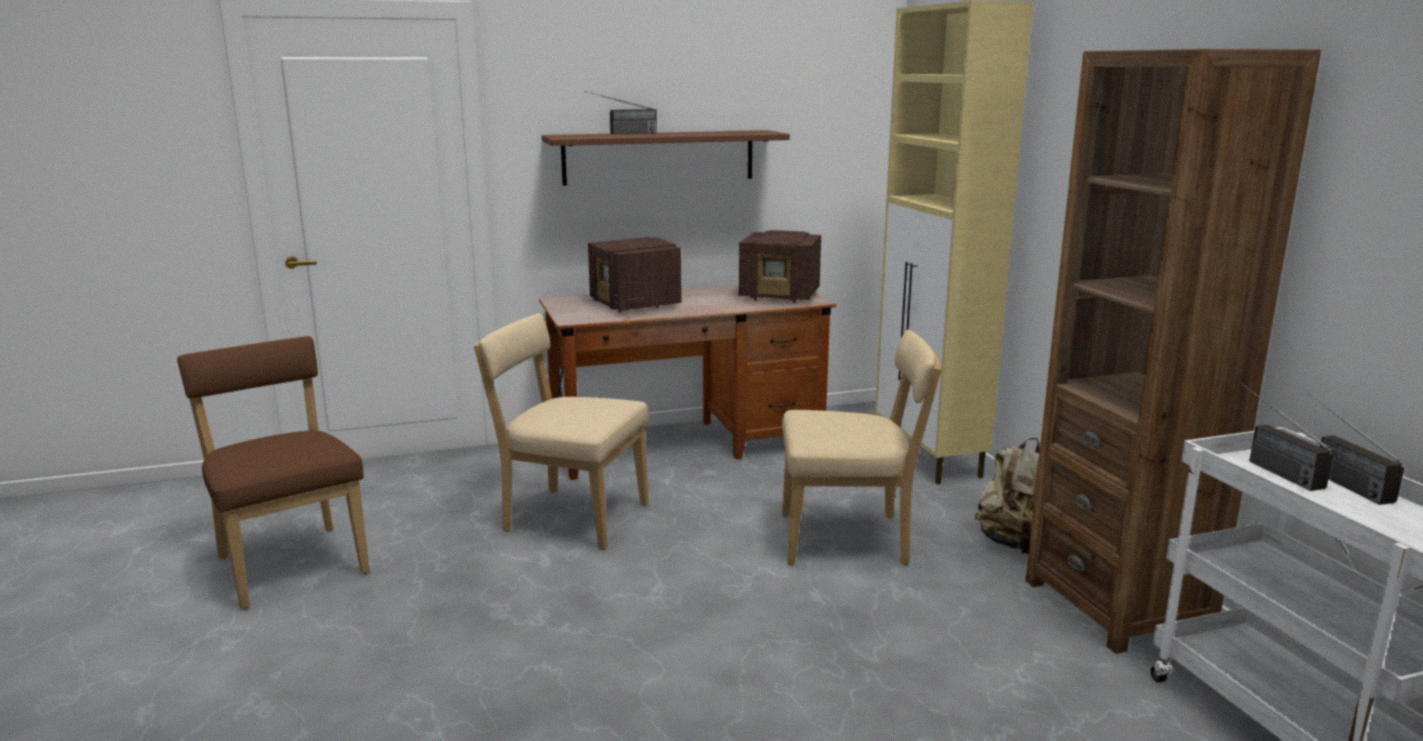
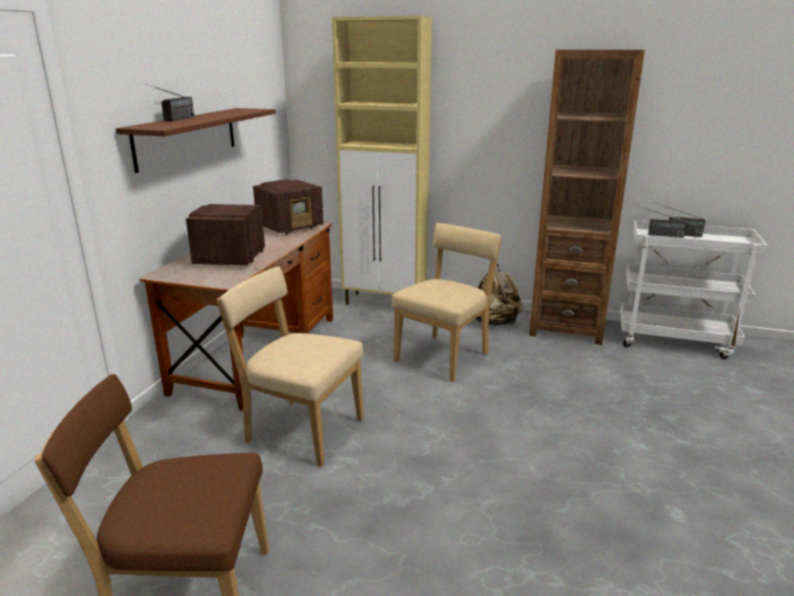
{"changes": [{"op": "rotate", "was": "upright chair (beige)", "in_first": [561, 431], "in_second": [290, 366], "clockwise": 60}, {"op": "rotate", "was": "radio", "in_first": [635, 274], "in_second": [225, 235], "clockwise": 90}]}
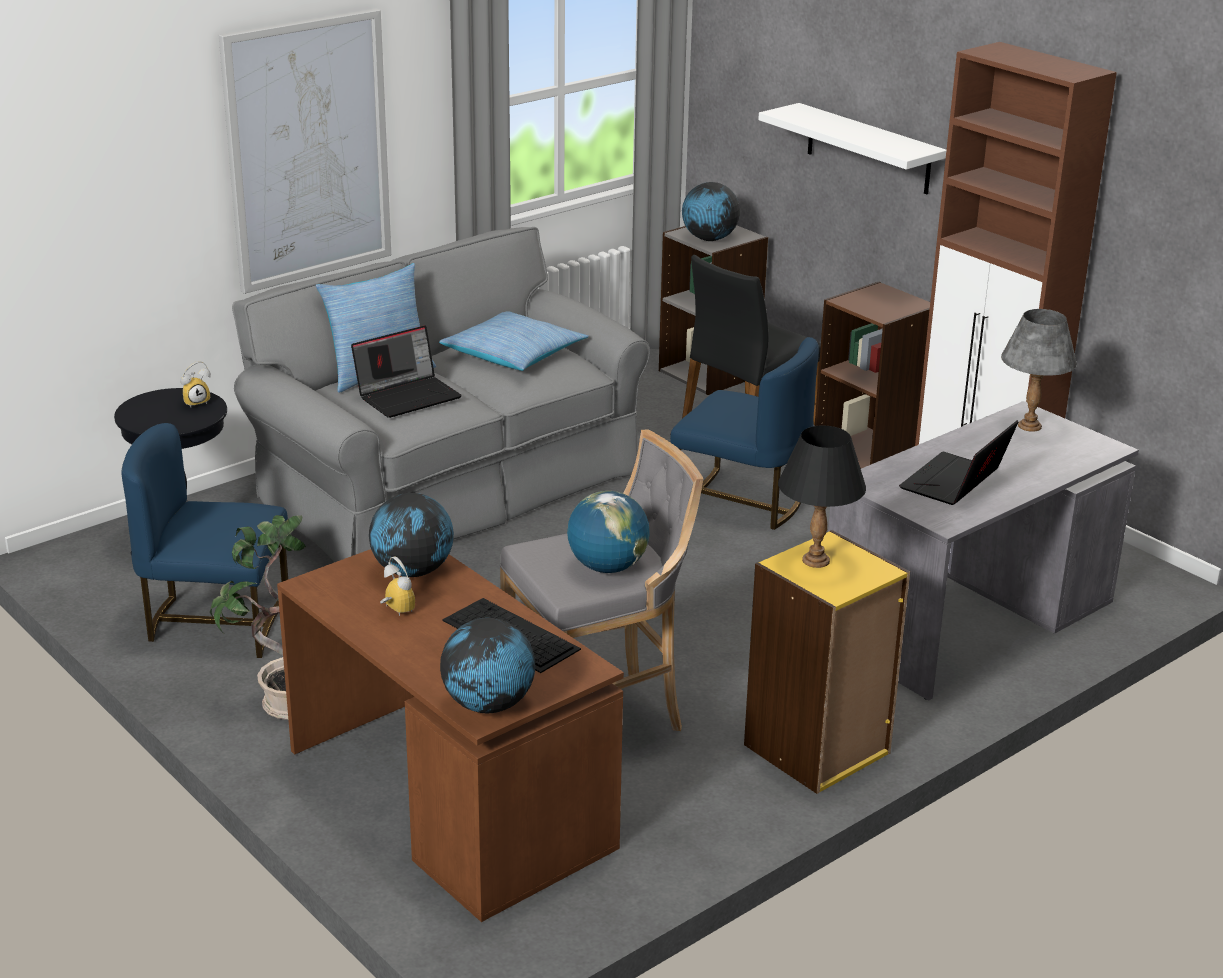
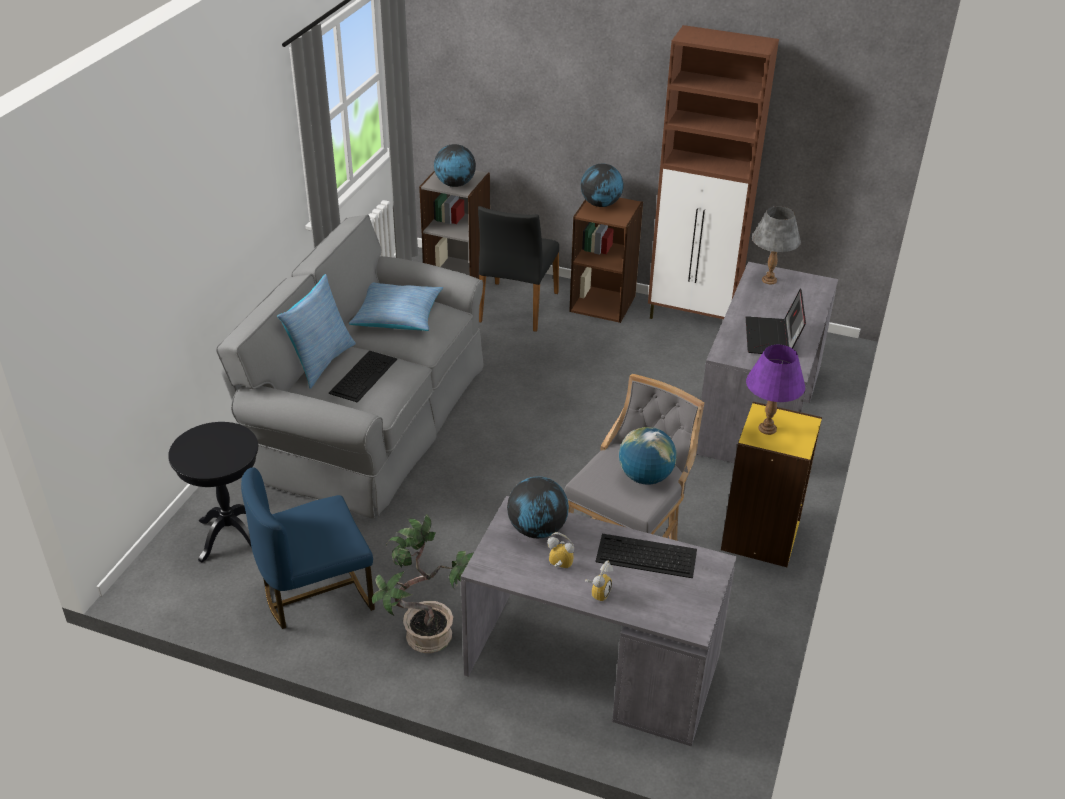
{"changes": [{"op": "delete", "was": "wall picture", "in_first": [305, 151]}, {"op": "delete", "was": "upright chair (blue-coloured)", "in_first": [744, 433]}, {"op": "delete", "was": "shelf (whitish)", "in_first": [852, 148]}, {"op": "move", "was": "table clock", "in_first": [195, 384], "in_second": [599, 581]}, {"op": "move", "was": "desk globe", "in_first": [487, 665], "in_second": [602, 185]}, {"op": "replace", "was": "notebook computer", "now": "keyboard", "in_first": [406, 371], "in_second": [362, 376]}, {"op": "recolor", "was": "desk table (brownish)", "now": "desk table (greyish)", "in_first": [450, 735], "in_second": [599, 621]}, {"op": "recolor", "was": "lamp for a table (blackish)", "now": "lamp for a table (purplish)", "in_first": [822, 497], "in_second": [775, 390]}]}
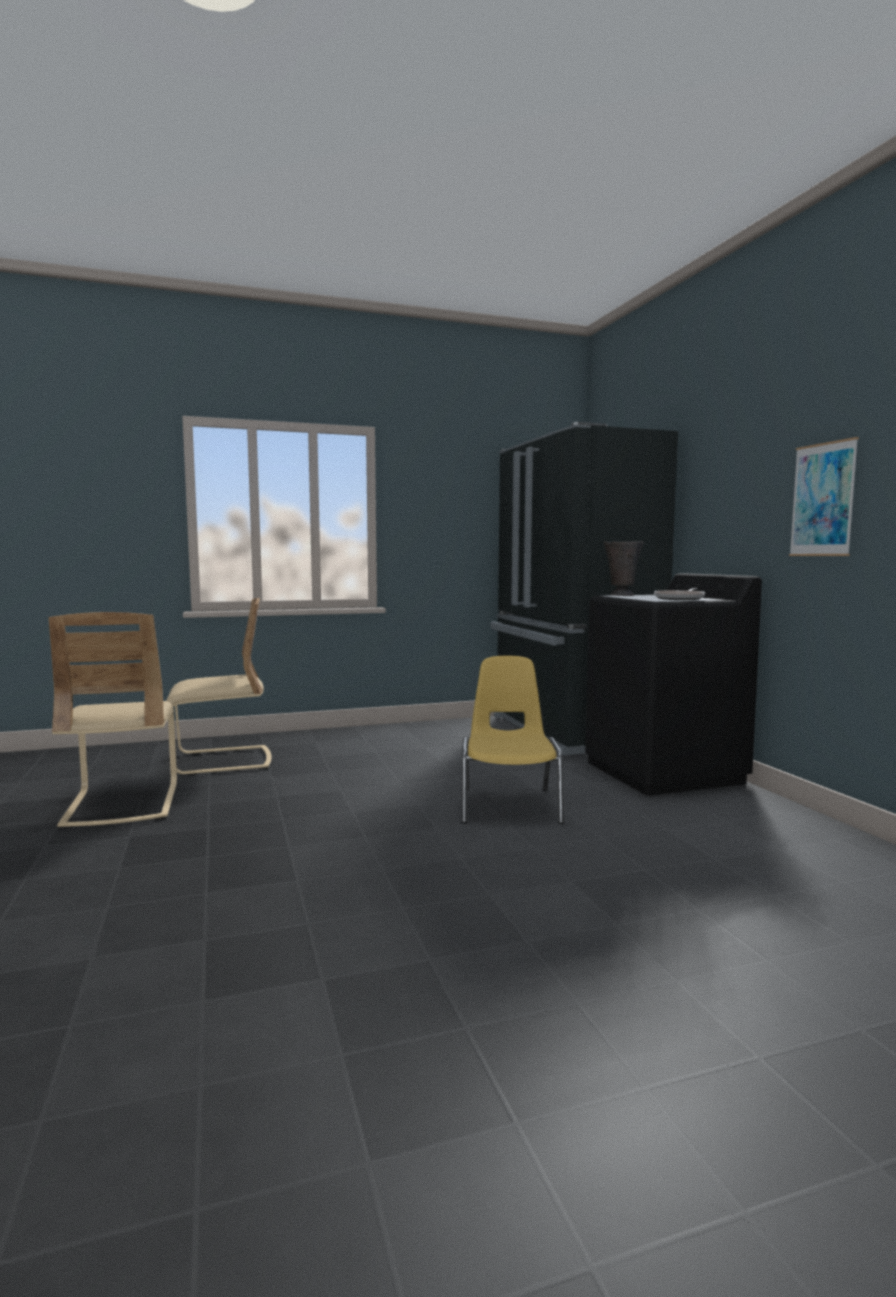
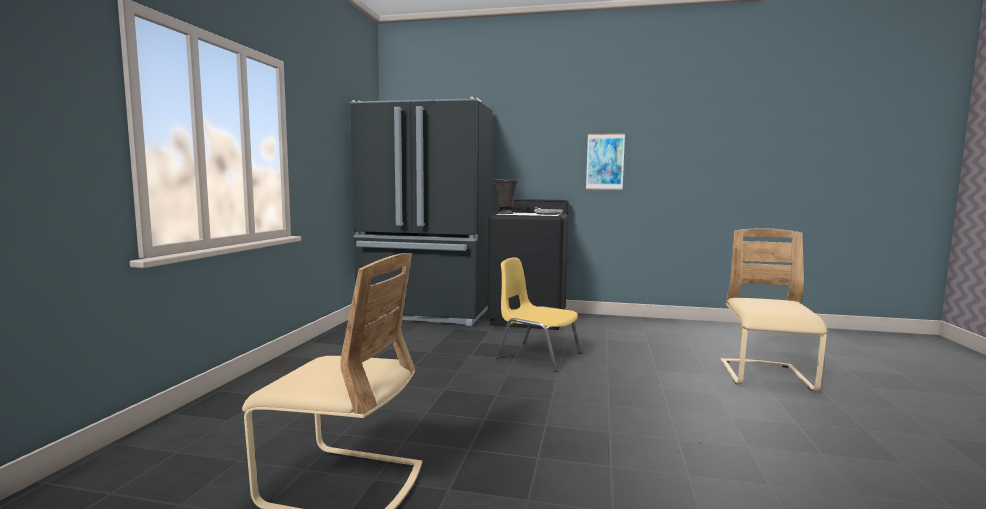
{"changes": [{"op": "move", "was": "upright chair (beige)", "in_first": [219, 687], "in_second": [774, 309]}]}
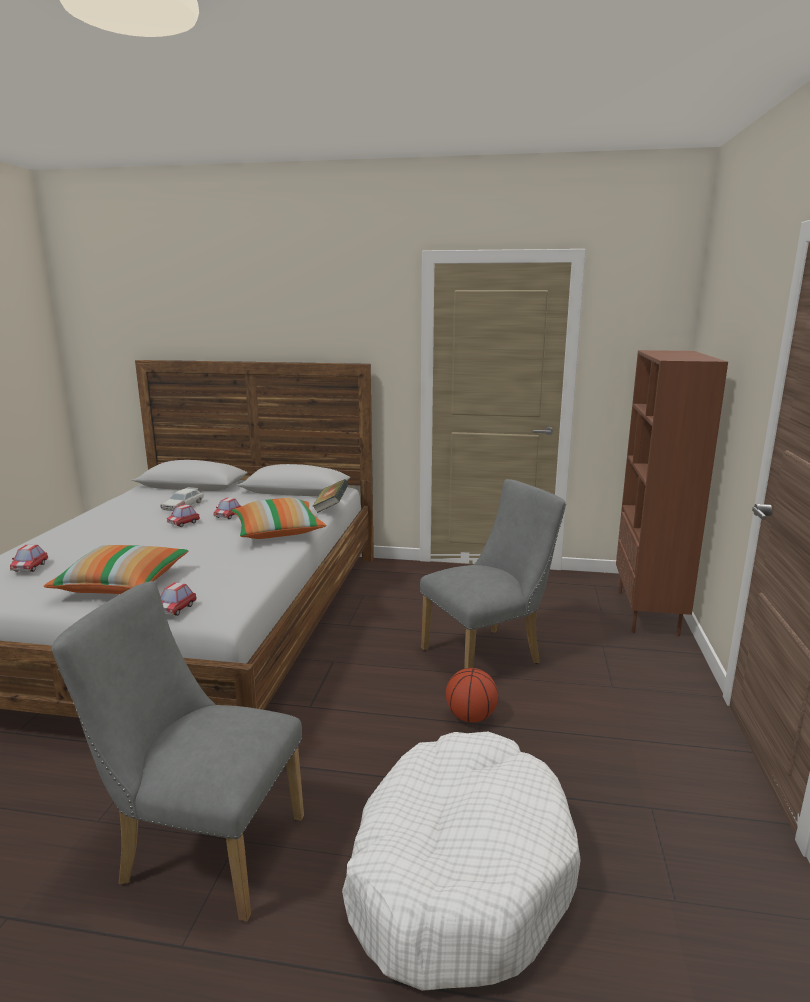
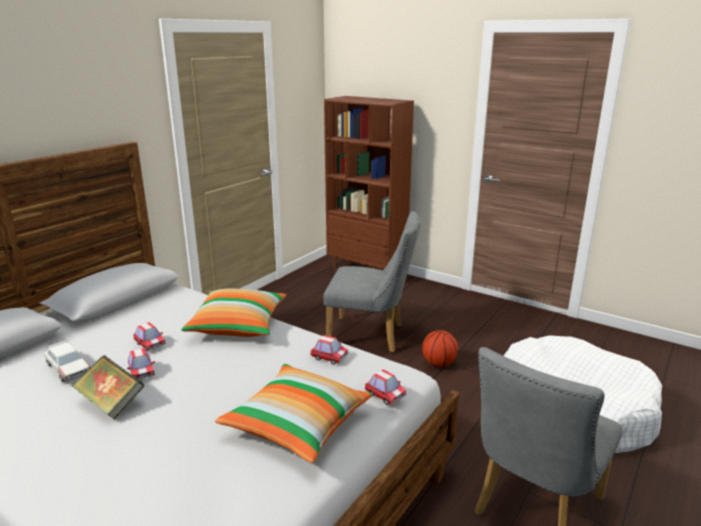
{"changes": [{"op": "move", "was": "model car", "in_first": [29, 558], "in_second": [329, 350]}, {"op": "move", "was": "book", "in_first": [330, 496], "in_second": [108, 387]}, {"op": "rotate", "was": "upright chair (greyish)", "in_first": [493, 574], "in_second": [372, 282], "clockwise": 105}]}
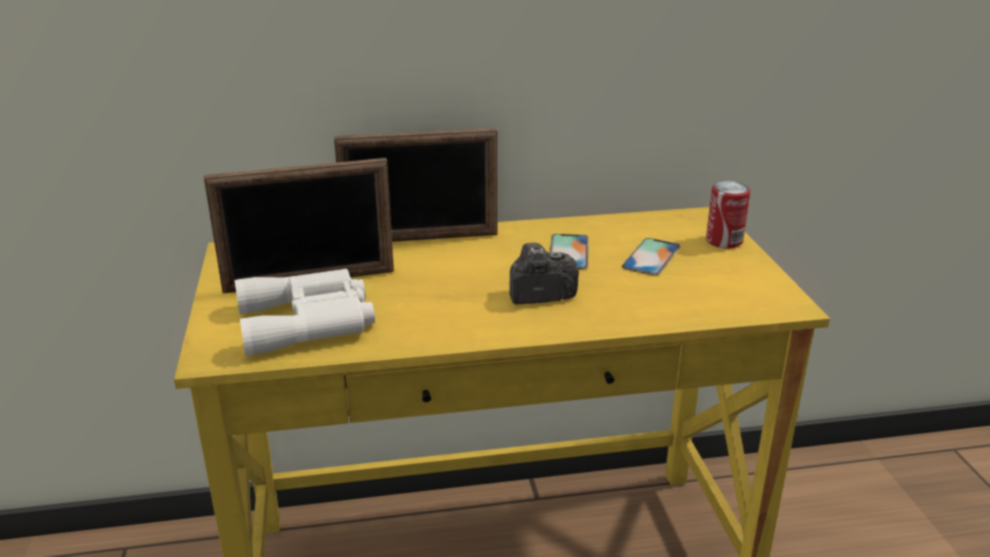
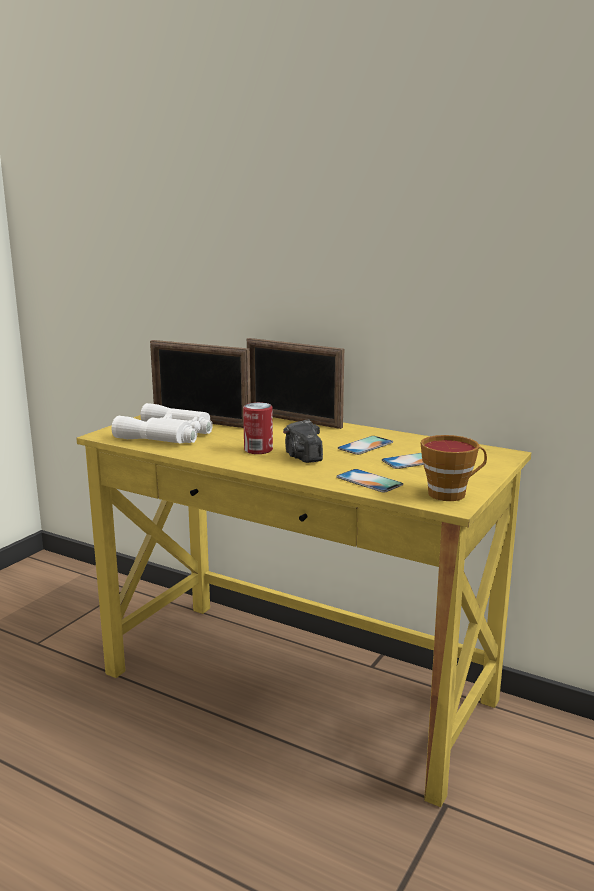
{"changes": [{"op": "insert", "now": "phone", "in_second": [369, 481]}, {"op": "insert", "now": "small cup", "in_second": [454, 468]}, {"op": "move", "was": "can", "in_first": [728, 215], "in_second": [258, 428]}, {"op": "rotate", "was": "still camera", "in_first": [544, 274], "in_second": [303, 441], "clockwise": -135}]}
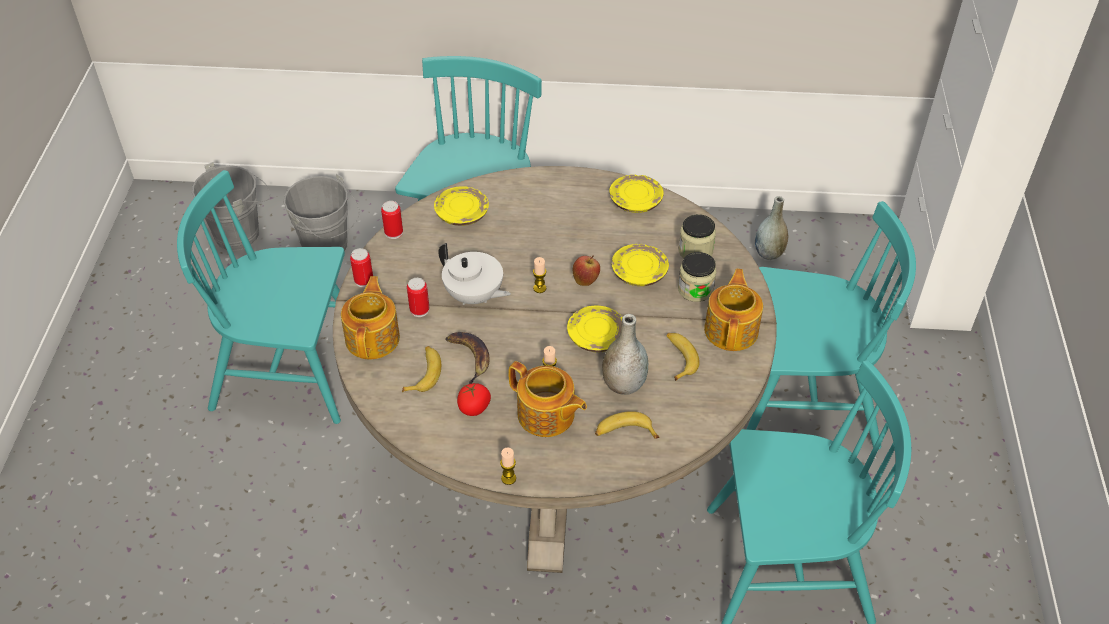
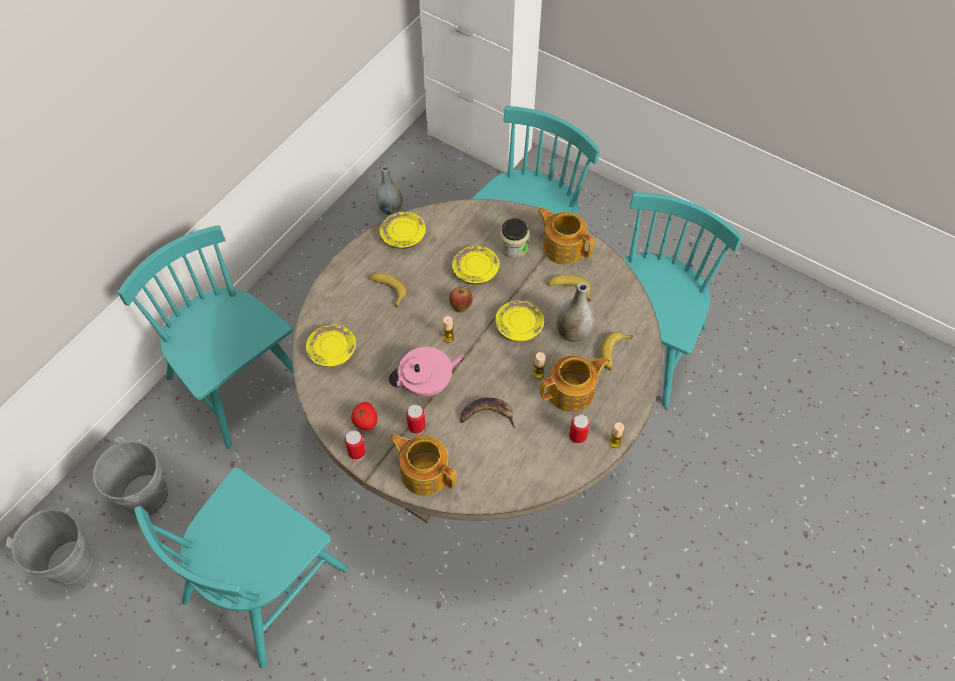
{"changes": [{"op": "delete", "was": "preserve jar", "in_first": [697, 236]}, {"op": "move", "was": "can", "in_first": [392, 220], "in_second": [579, 429]}, {"op": "move", "was": "whole banana", "in_first": [421, 369], "in_second": [387, 290]}, {"op": "move", "was": "whole tomato", "in_first": [474, 399], "in_second": [364, 416]}, {"op": "recolor", "was": "tea pot (whitish)", "now": "tea pot (pink-coloured)", "in_first": [474, 274], "in_second": [426, 372]}]}
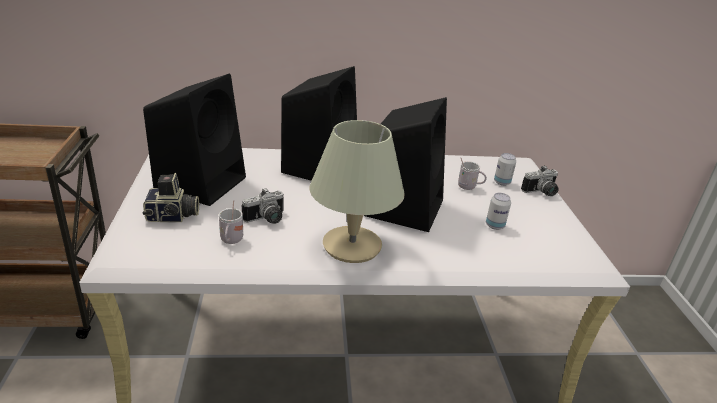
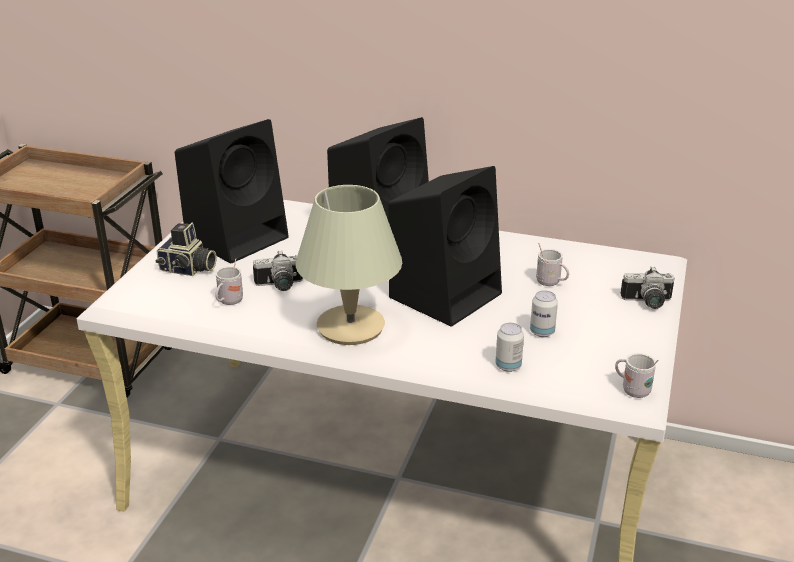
{"changes": [{"op": "insert", "now": "mug (whitish)", "in_second": [637, 375]}, {"op": "move", "was": "can", "in_first": [505, 169], "in_second": [509, 347]}]}
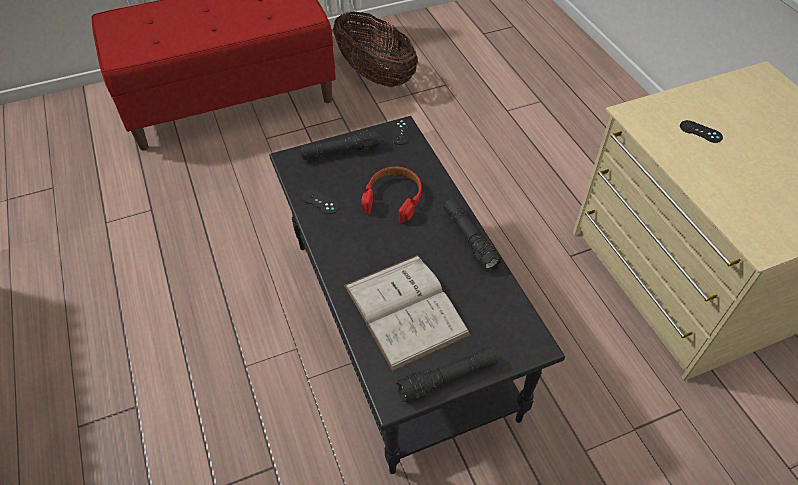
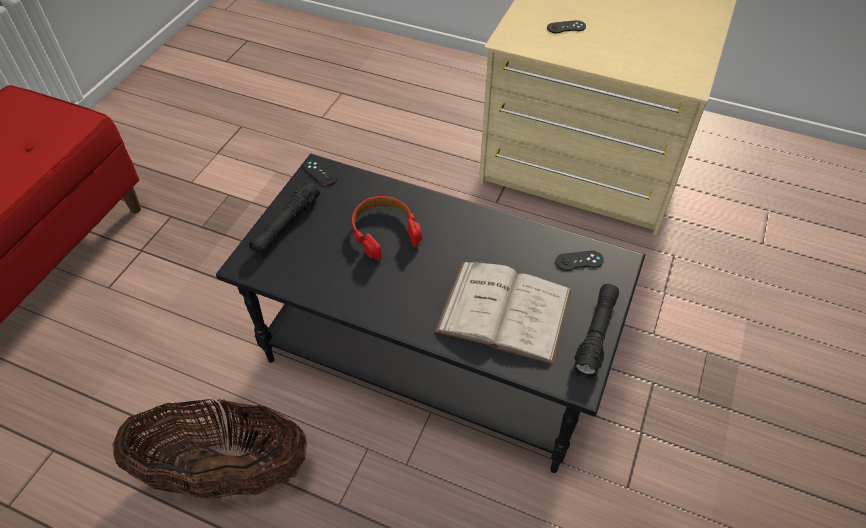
{"changes": [{"op": "delete", "was": "torch (blackish)", "in_first": [473, 235]}, {"op": "move", "was": "gamepad (blackish)", "in_first": [321, 202], "in_second": [579, 261]}, {"op": "move", "was": "storage basket", "in_first": [375, 49], "in_second": [209, 449]}]}
